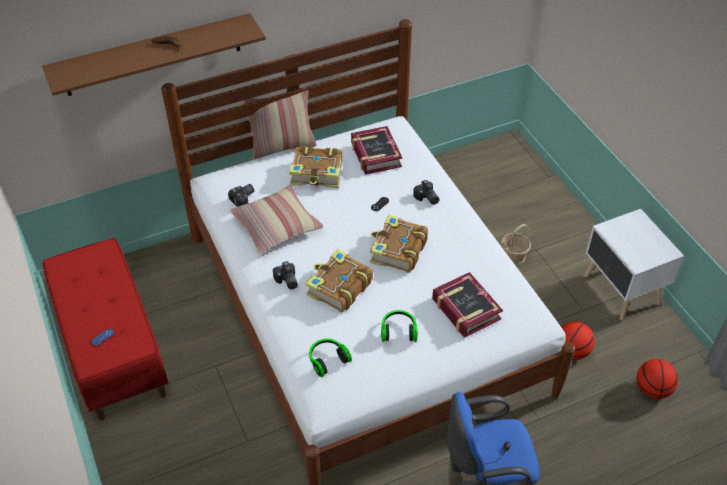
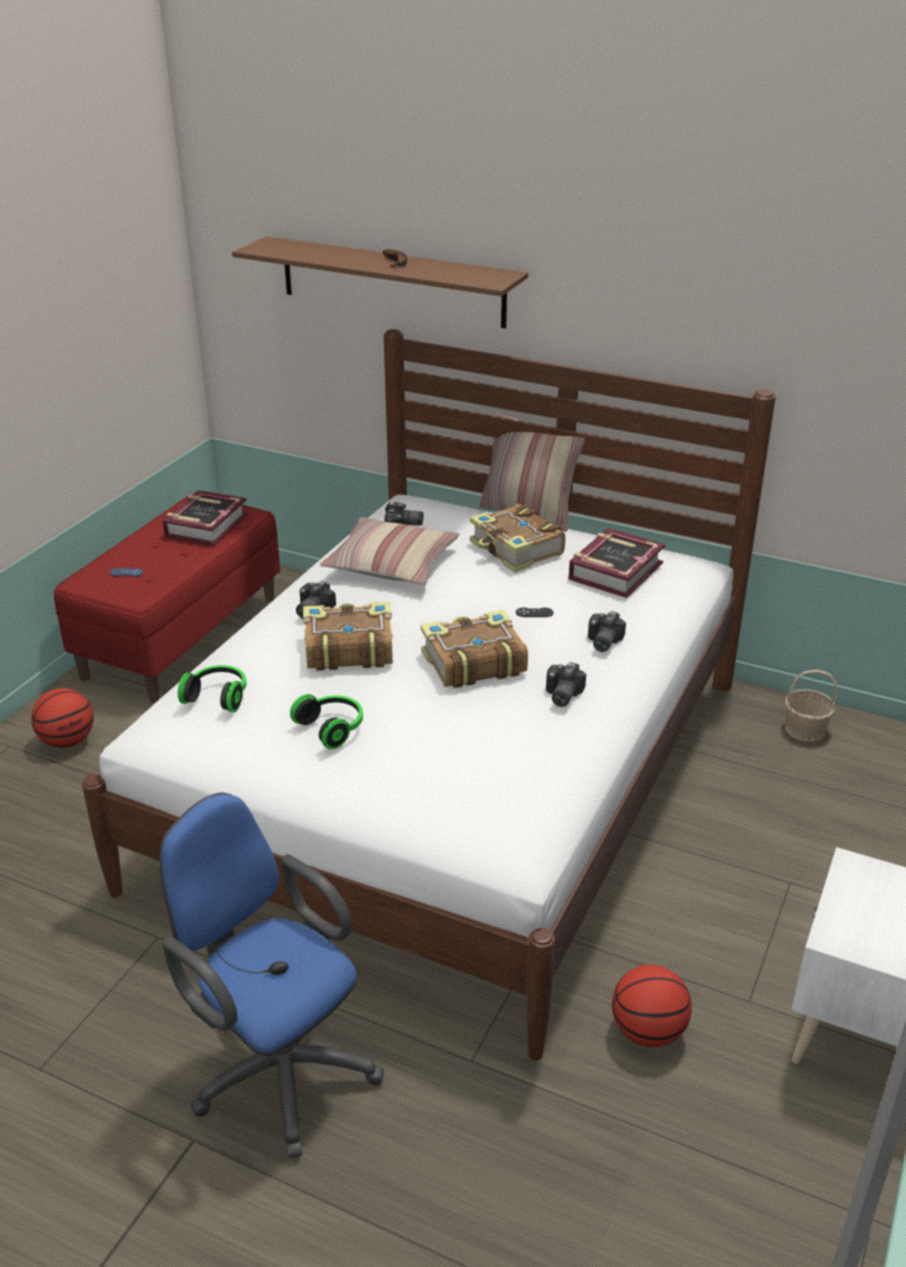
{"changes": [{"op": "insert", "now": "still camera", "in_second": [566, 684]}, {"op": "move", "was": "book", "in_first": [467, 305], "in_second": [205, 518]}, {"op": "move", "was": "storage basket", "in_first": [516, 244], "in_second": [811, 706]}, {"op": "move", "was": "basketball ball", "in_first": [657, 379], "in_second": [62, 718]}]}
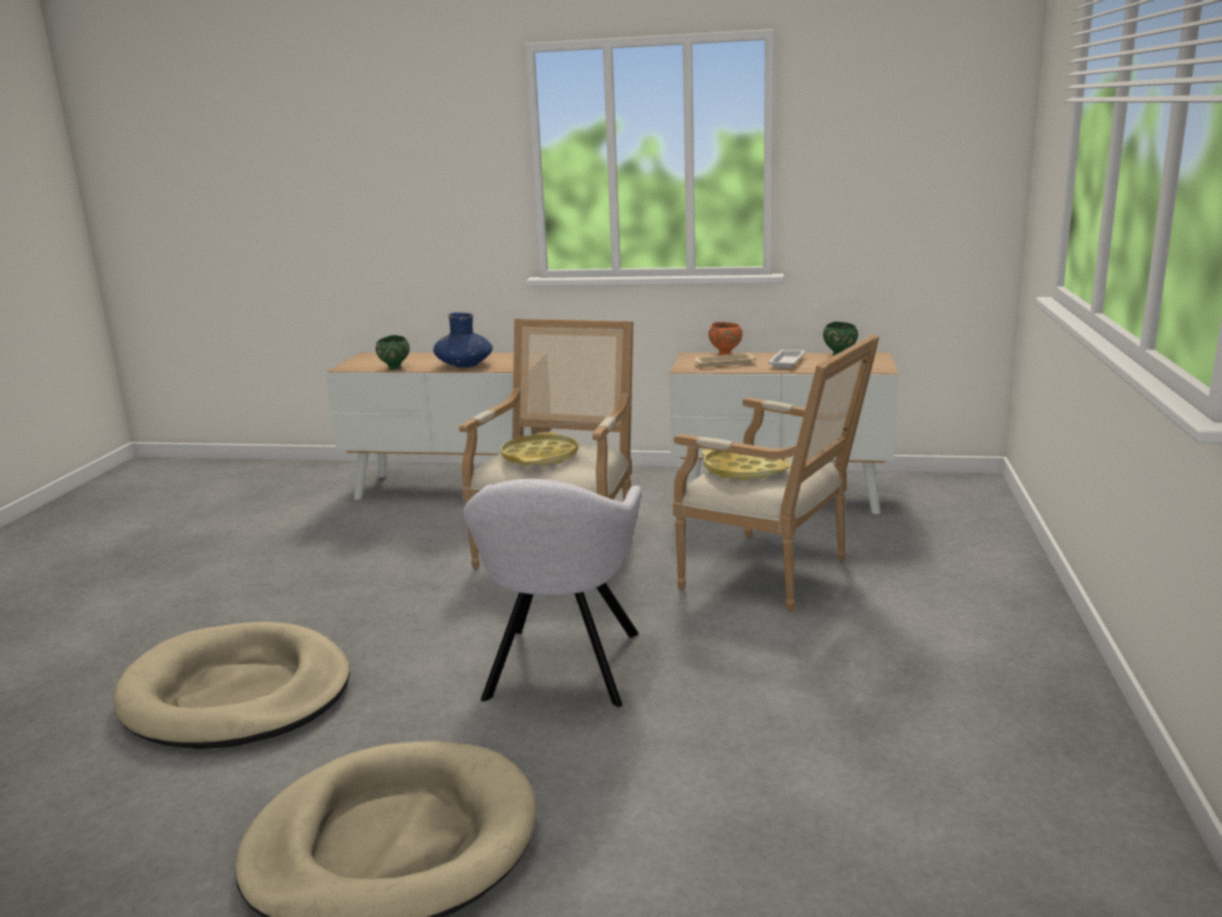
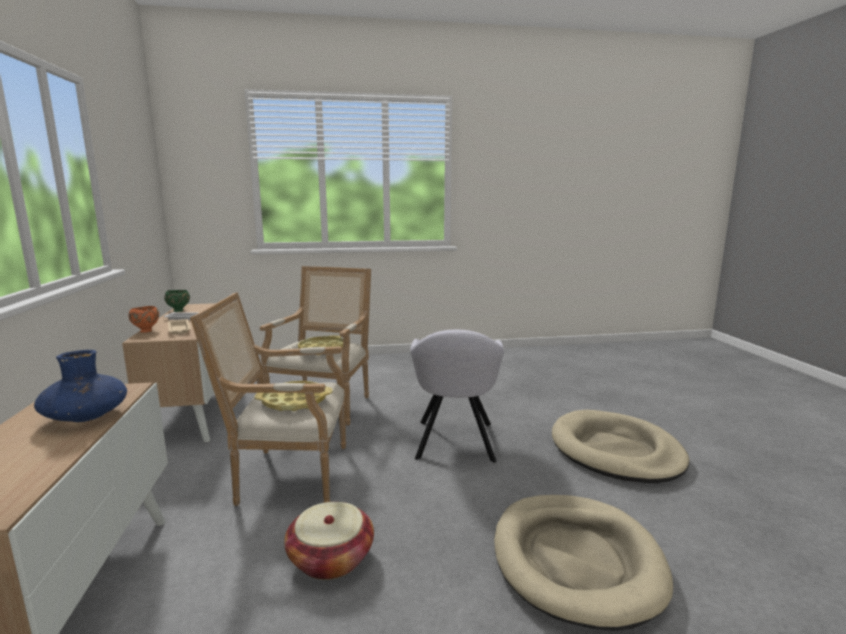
{"changes": [{"op": "delete", "was": "deep dish (green-coloured)", "in_first": [393, 352]}, {"op": "insert", "now": "storage basket", "in_second": [329, 541]}, {"op": "rotate", "was": "easy chair (greyish)", "in_first": [552, 593], "in_second": [457, 396], "clockwise": 105}]}
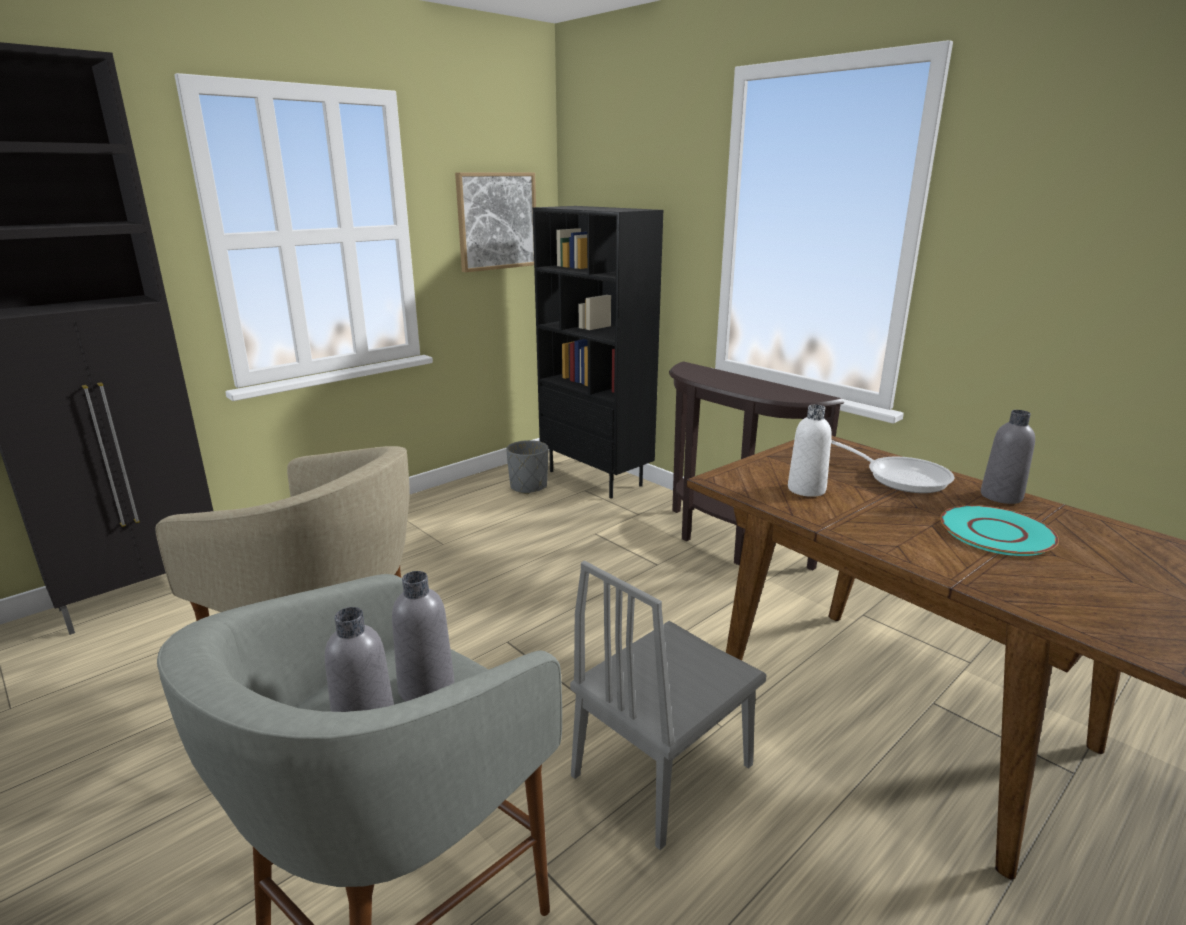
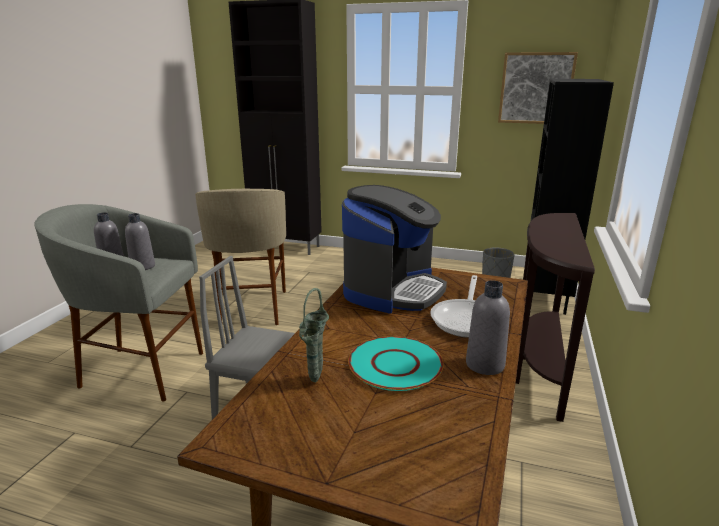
{"changes": [{"op": "insert", "now": "decorative vase (green-coloured)", "in_second": [314, 335]}, {"op": "replace", "was": "drink bottle (whitish)", "now": "coffee brewer", "in_first": [810, 451], "in_second": [394, 249]}]}
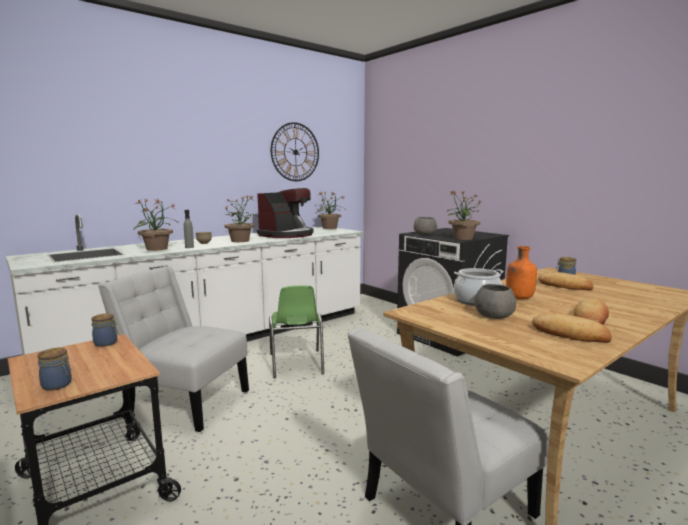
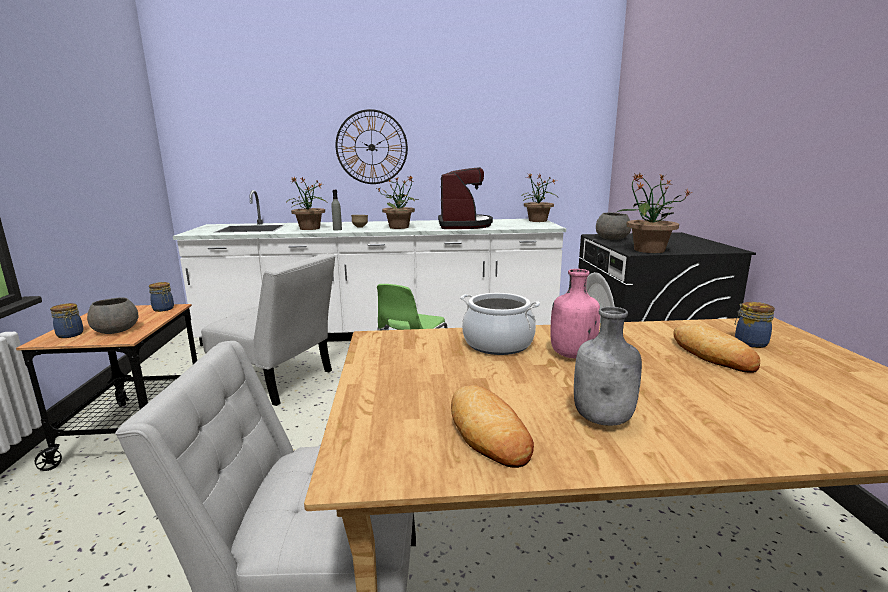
{"changes": [{"op": "move", "was": "clock on the wall", "in_first": [295, 151], "in_second": [372, 146]}, {"op": "move", "was": "deep dish (greyish)", "in_first": [495, 301], "in_second": [112, 315]}, {"op": "replace", "was": "bread", "now": "drink bottle (greyish)", "in_first": [591, 311], "in_second": [608, 366]}, {"op": "recolor", "was": "drink bottle (orangey)", "now": "drink bottle (pink-coloured)", "in_first": [521, 272], "in_second": [575, 314]}, {"op": "rotate", "was": "upright chair (whitish)", "in_first": [173, 349], "in_second": [268, 329], "clockwise": 150}, {"op": "rotate", "was": "coffee brewer", "in_first": [285, 213], "in_second": [465, 198], "clockwise": -75}]}
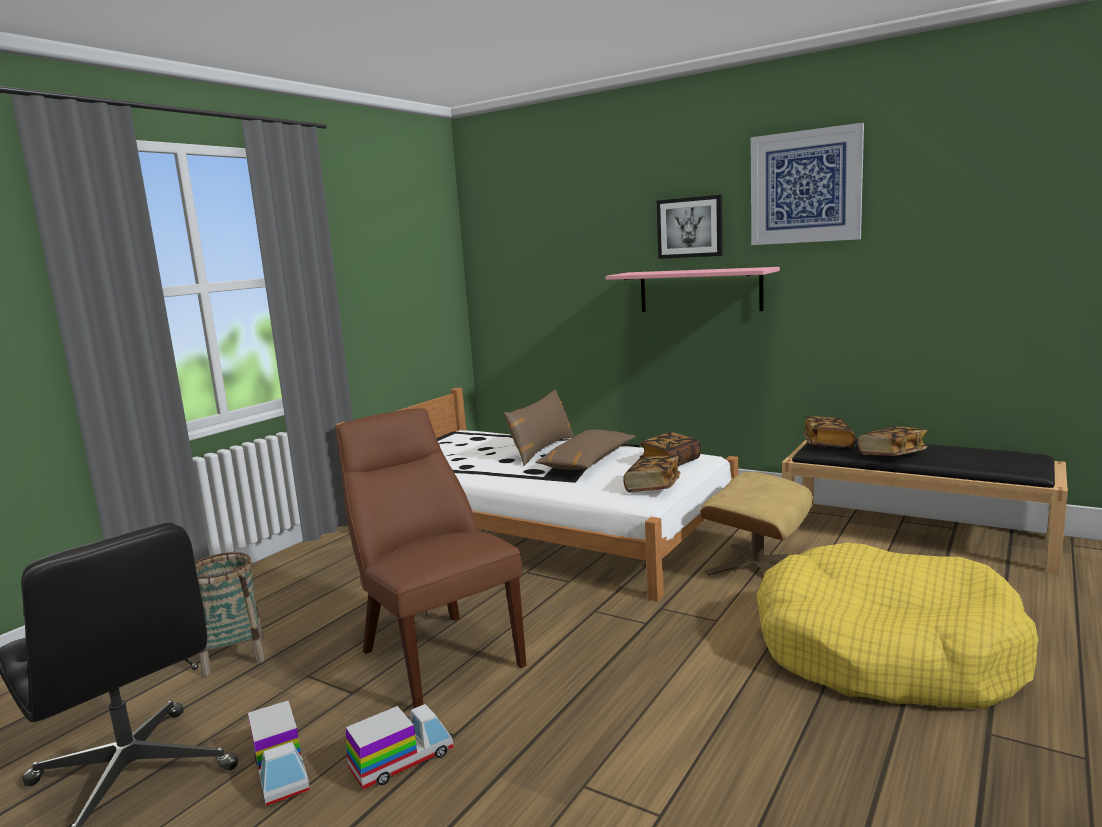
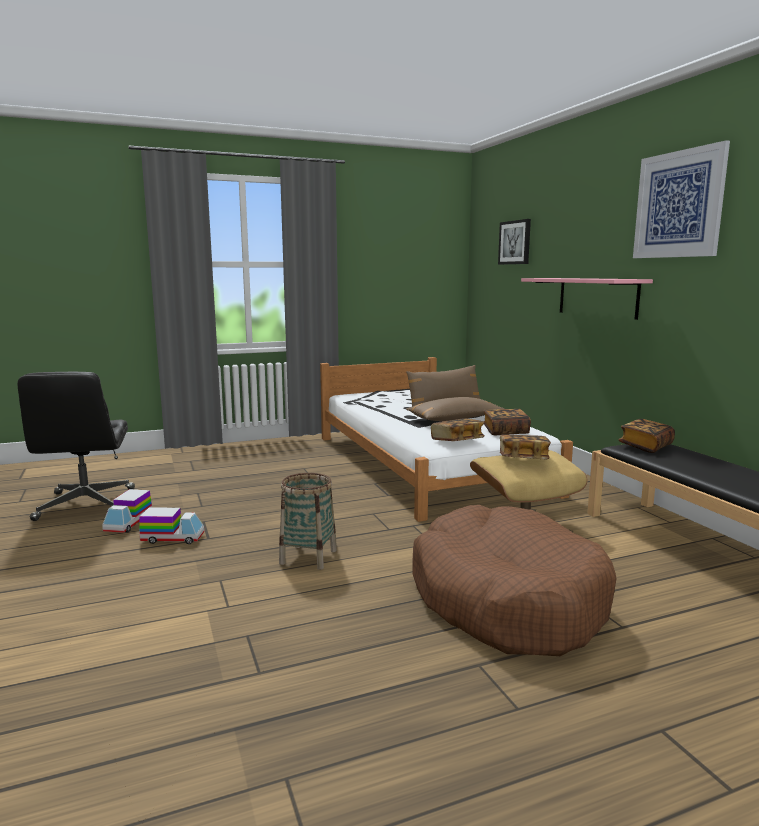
{"changes": [{"op": "delete", "was": "upright chair (brownish)", "in_first": [431, 558]}, {"op": "move", "was": "storage basket", "in_first": [230, 614], "in_second": [308, 521]}, {"op": "move", "was": "wall picture", "in_first": [690, 227], "in_second": [514, 242]}, {"op": "move", "was": "book", "in_first": [893, 441], "in_second": [525, 447]}, {"op": "recolor", "was": "pet bed (yellow-coloured)", "now": "pet bed (brownish)", "in_first": [897, 626], "in_second": [515, 580]}]}
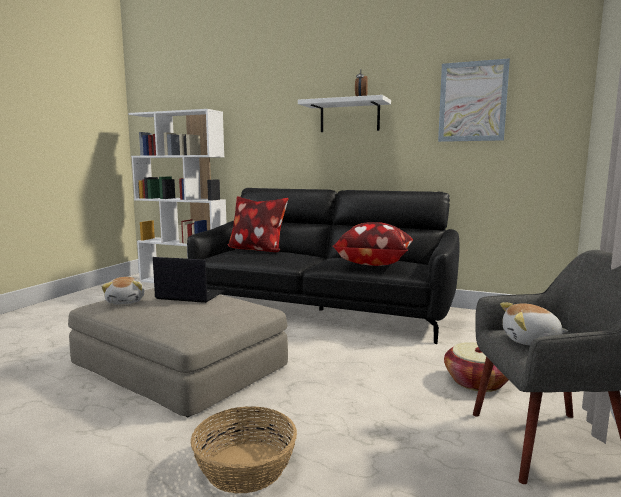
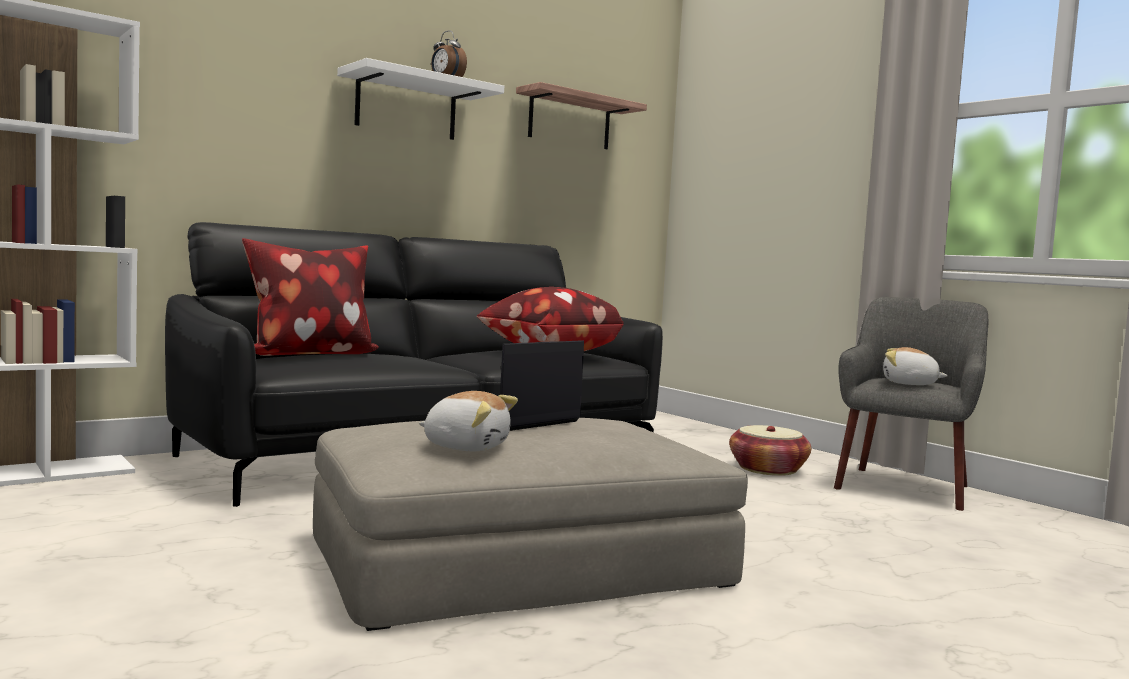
{"changes": [{"op": "delete", "was": "storage basket", "in_first": [244, 449]}, {"op": "replace", "was": "wall picture", "now": "shelf", "in_first": [474, 100], "in_second": [581, 115]}, {"op": "rotate", "was": "cuddly toy", "in_first": [534, 323], "in_second": [915, 366], "clockwise": 75}]}
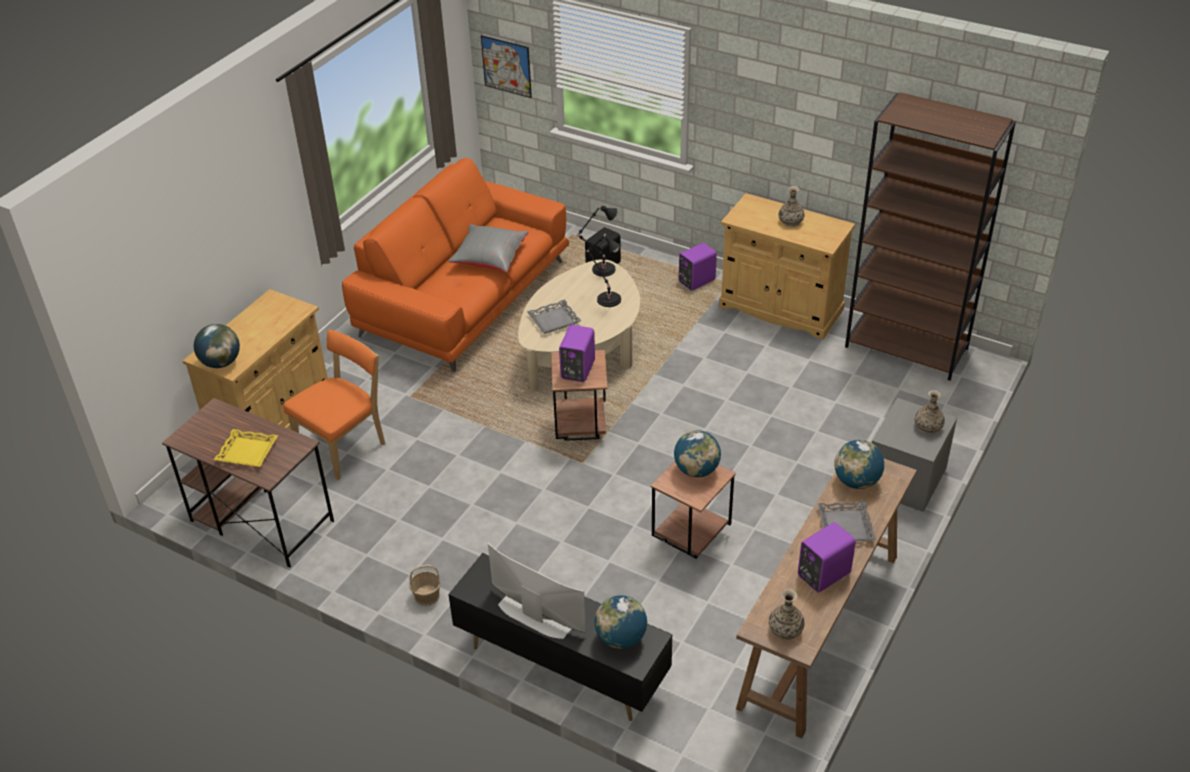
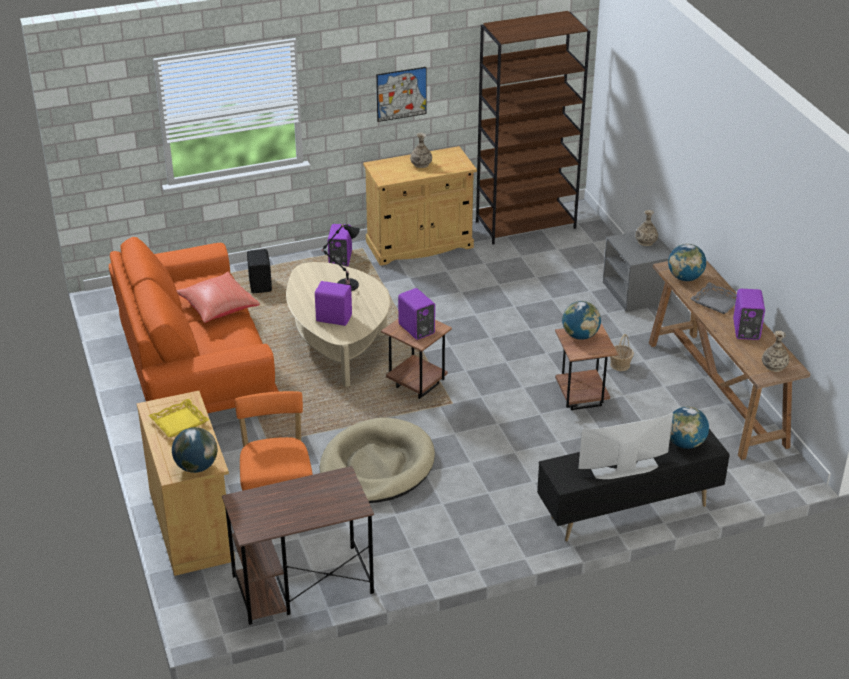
{"changes": [{"op": "delete", "was": "lamp for a table (blackish)", "in_first": [597, 241]}, {"op": "insert", "now": "pet bed (beige)", "in_second": [377, 460]}, {"op": "move", "was": "carrying tray (yellow-coloured)", "in_first": [246, 448], "in_second": [178, 418]}, {"op": "move", "was": "storage basket", "in_first": [425, 585], "in_second": [622, 352]}, {"op": "move", "was": "wall picture", "in_first": [506, 66], "in_second": [401, 94]}, {"op": "replace", "was": "carrying tray (greyish)", "now": "speaker (purplish)", "in_first": [554, 316], "in_second": [333, 303]}, {"op": "recolor", "was": "cushion (greyish)", "now": "cushion (red-coloured)", "in_first": [488, 248], "in_second": [218, 297]}]}
